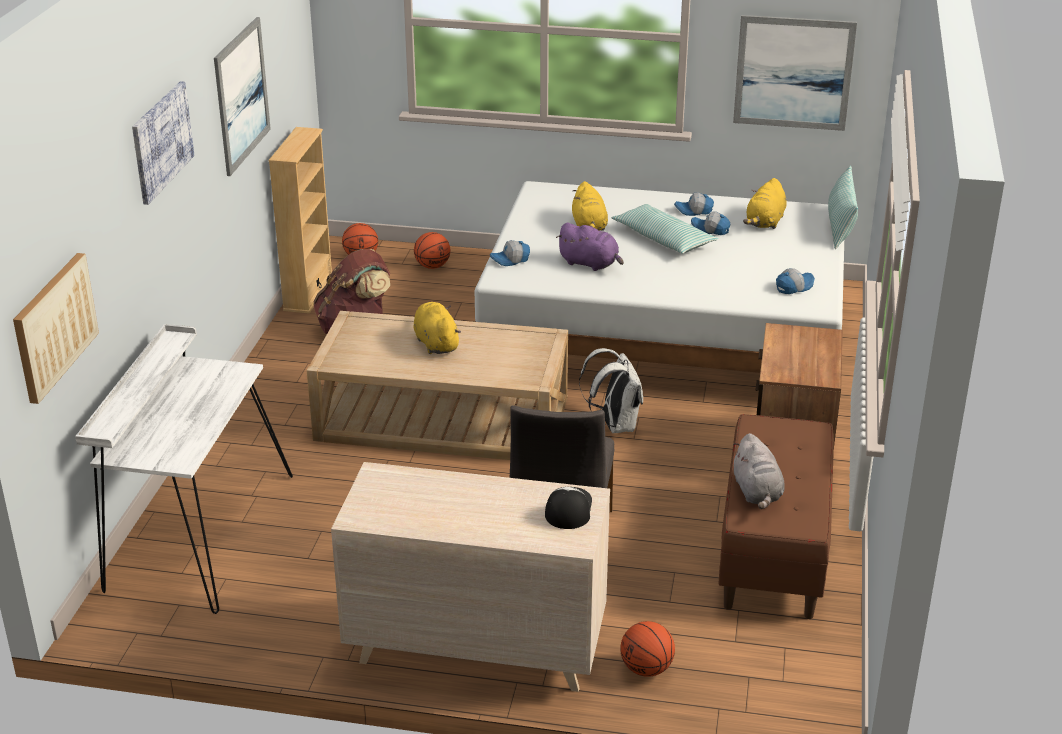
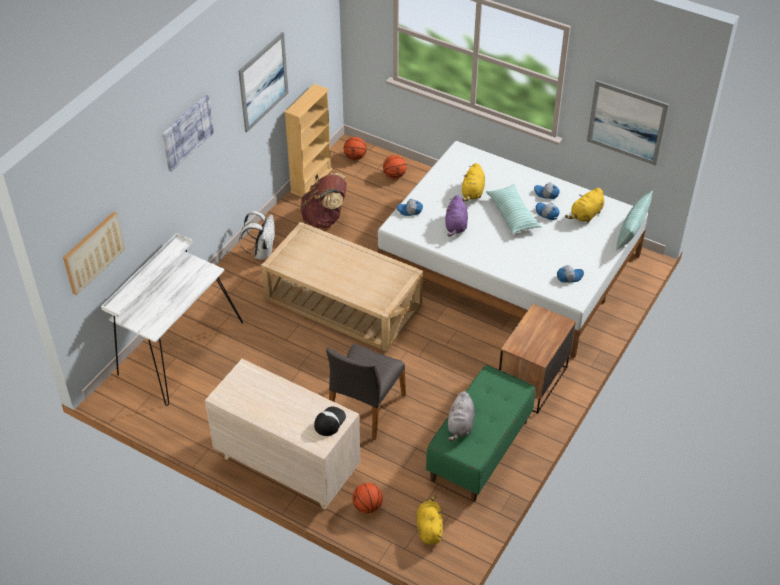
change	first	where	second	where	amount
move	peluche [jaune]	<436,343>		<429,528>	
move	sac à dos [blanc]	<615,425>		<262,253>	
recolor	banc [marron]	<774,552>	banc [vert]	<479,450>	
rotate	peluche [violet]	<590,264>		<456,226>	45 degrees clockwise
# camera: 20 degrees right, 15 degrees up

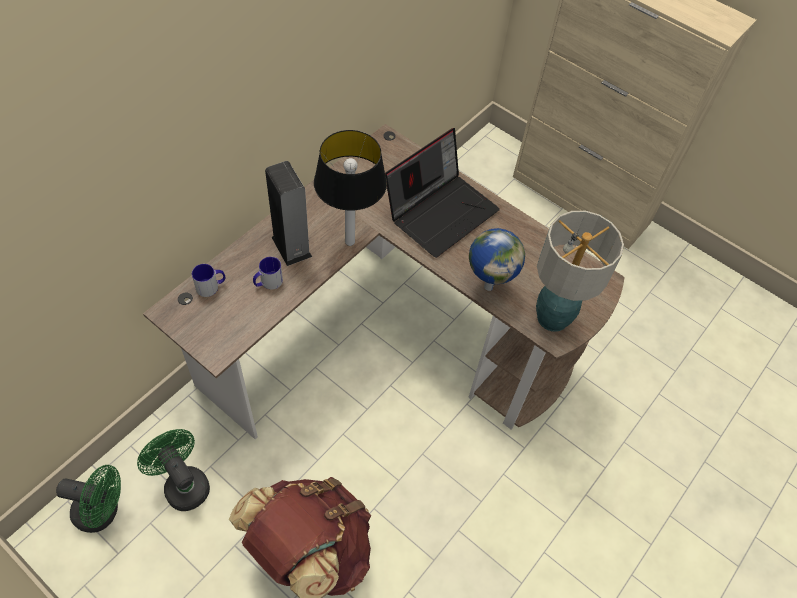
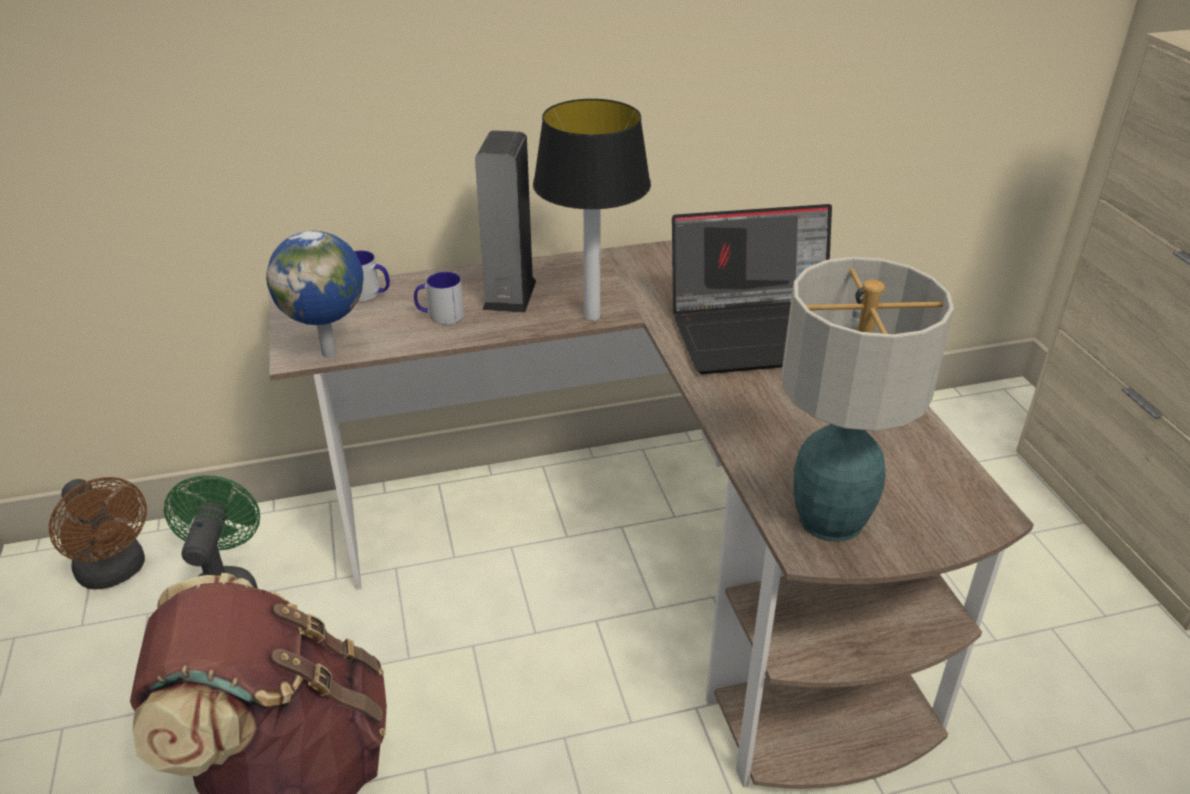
change	first	where	second	where	amount
move	globe	<488,286>		<331,352>	
recolor	ventilateur [vert]	<103,512>	ventilateur [marron]	<116,572>	
# camera: 40 degrees right, 20 degrees down

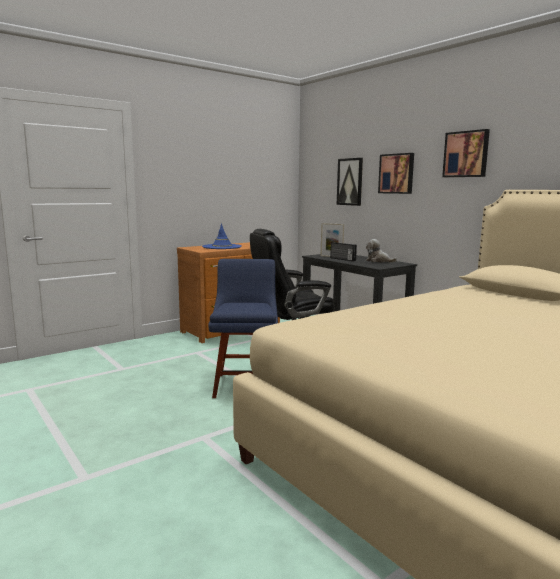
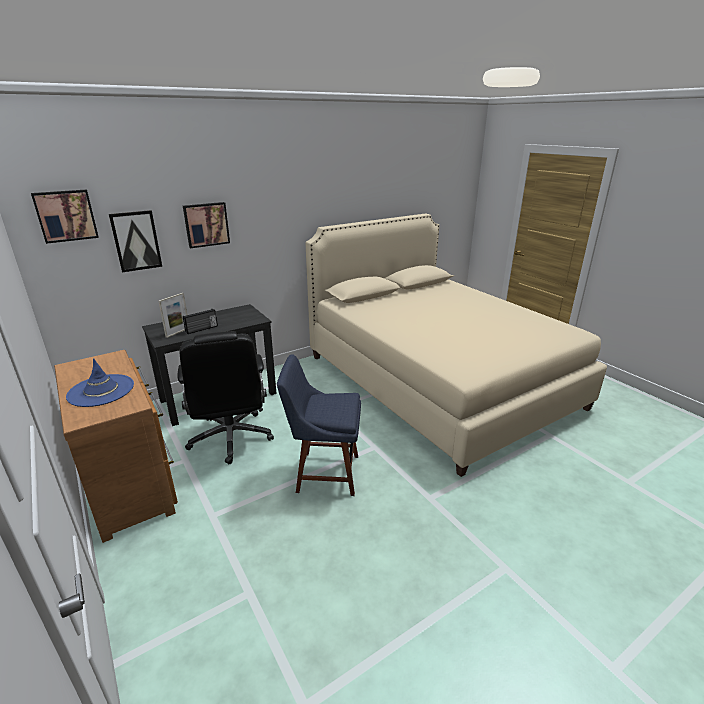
change	first	where	second	where	amount
delete	peluche	<378,261>			
move	tableau	<466,154>		<66,215>	
# camera: 85 degrees left, 15 degrees up

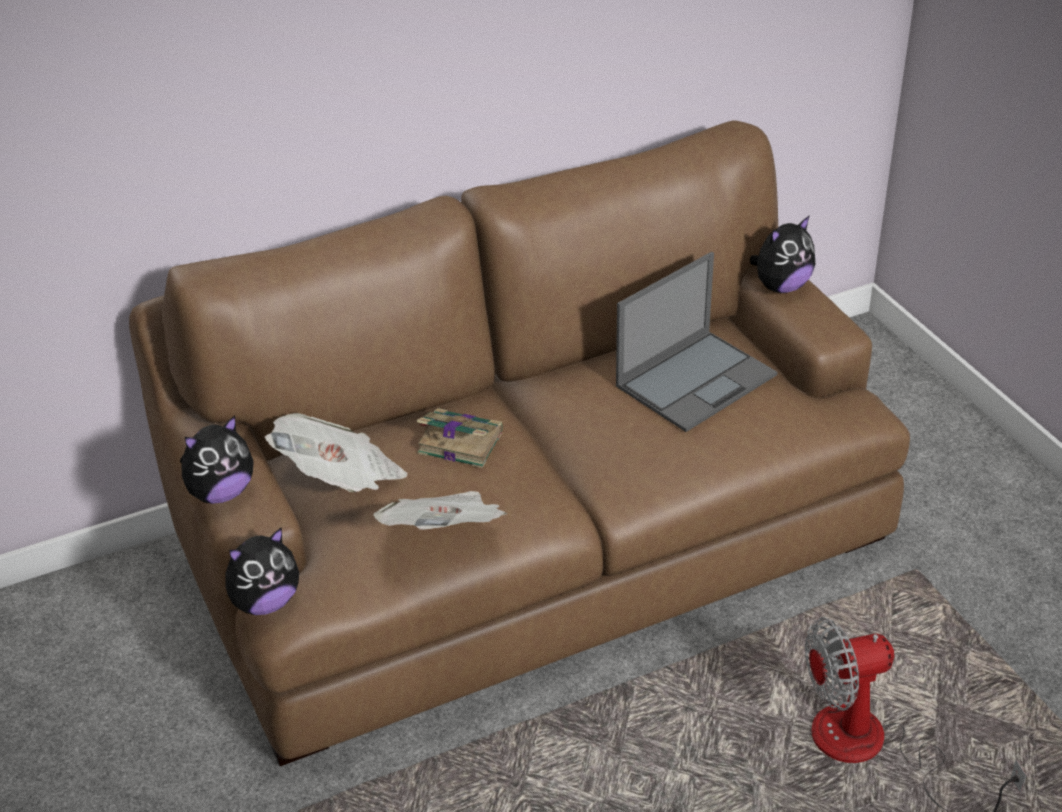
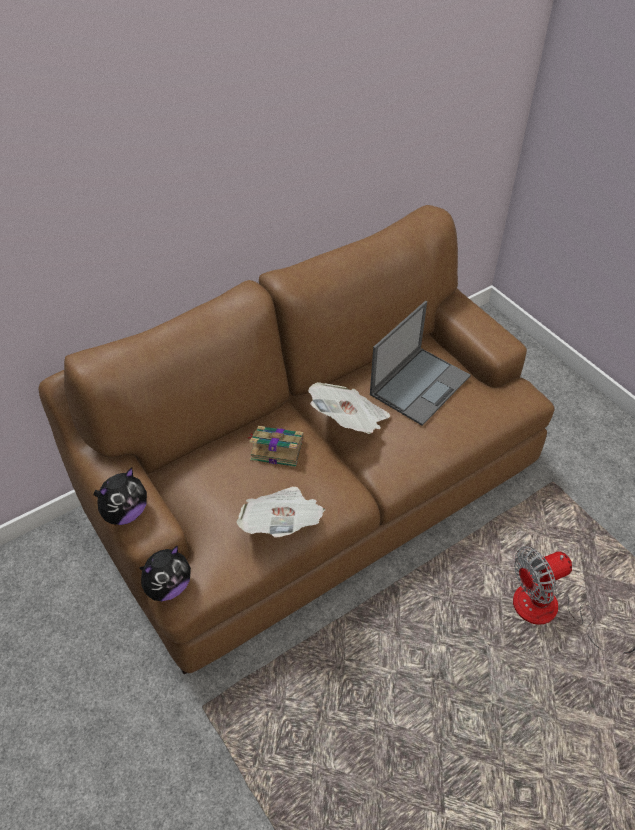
change	first	where	second	where	amount
delete	peluche	<780,286>			
move	journal	<341,479>		<349,421>	
# camera: 10 degrees left, 10 degrees up

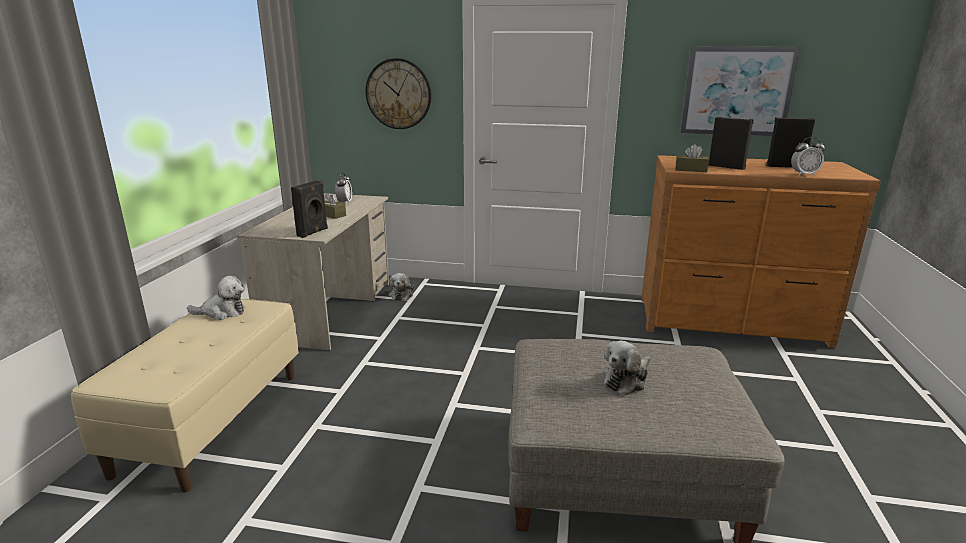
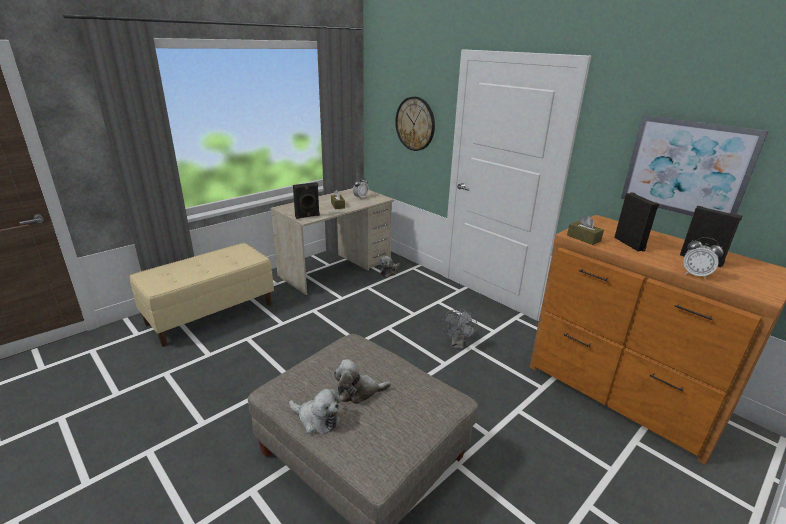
change	first	where	second	where	amount
insert			ventilateur [gris]	<457,345>	
move	peluche	<222,312>		<317,419>	
# camera: 35 degrees right, 5 degrees up

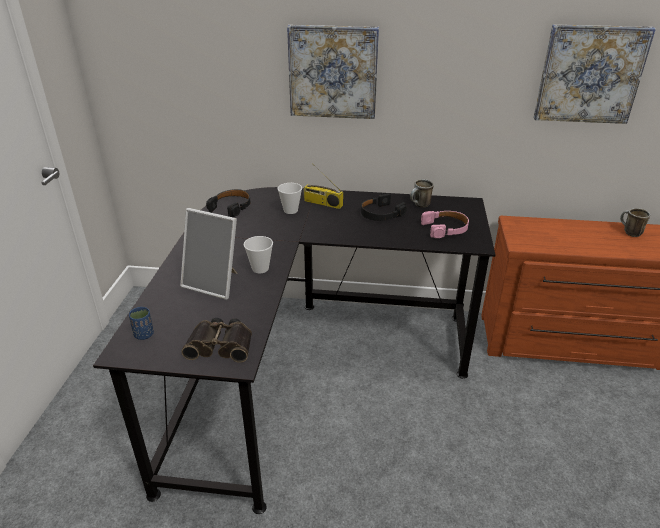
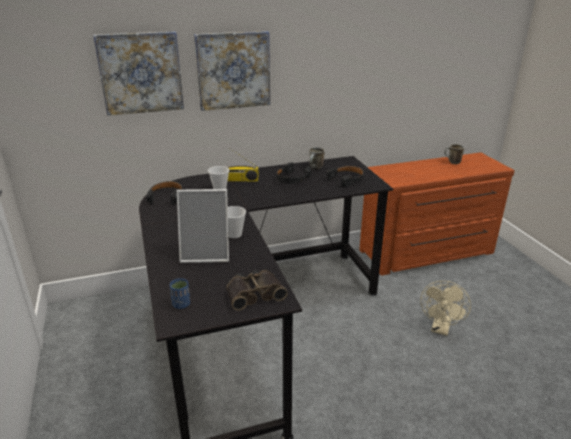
change	first	where	second	where	amount
insert			ventilateur [beige]	<440,329>	
move	tableau	<589,74>		<140,73>	
recolor	casque audio [rose]	<445,228>	casque audio [noir]	<346,179>	
# camera: 25 degrees left, 5 degrees down

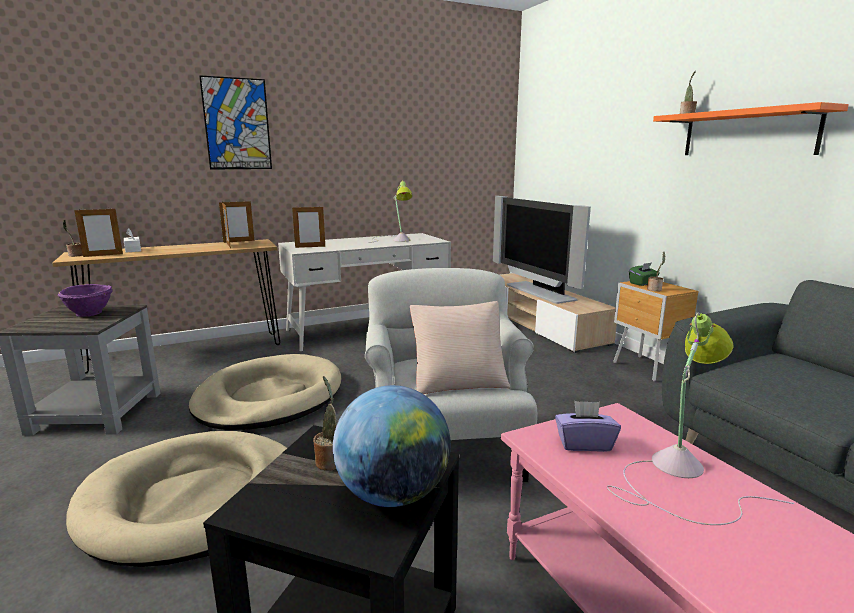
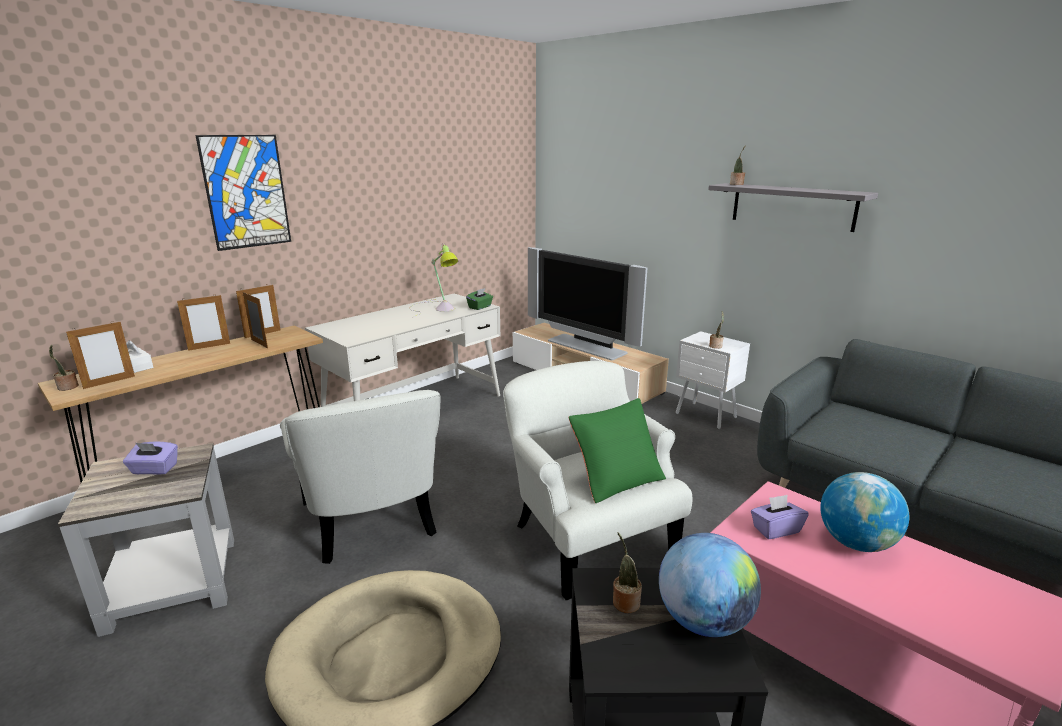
change	first	where	second	where	amount
move	cadre photo	<310,247>		<209,346>	
move	boîte à mouchoirs [vert]	<643,283>		<480,307>	
replace	bol [violet]	<90,313>	boîte à mouchoirs [violet]	<154,469>	
replace	panier pour chien [beige]	<269,397>	fauteuil [blanc]	<372,519>	
replace	lampe de table	<679,475>	globe	<856,543>	
recolor	coussin [beige]	<458,380>	coussin [vert]	<616,479>	
recolor	table de chevet [marron]	<646,369>	table de chevet [blanc]	<706,416>	
recolor	étagère [orange]	<748,133>	étagère [gris]	<792,206>	
# camera: 20 degrees left, 5 degrees up

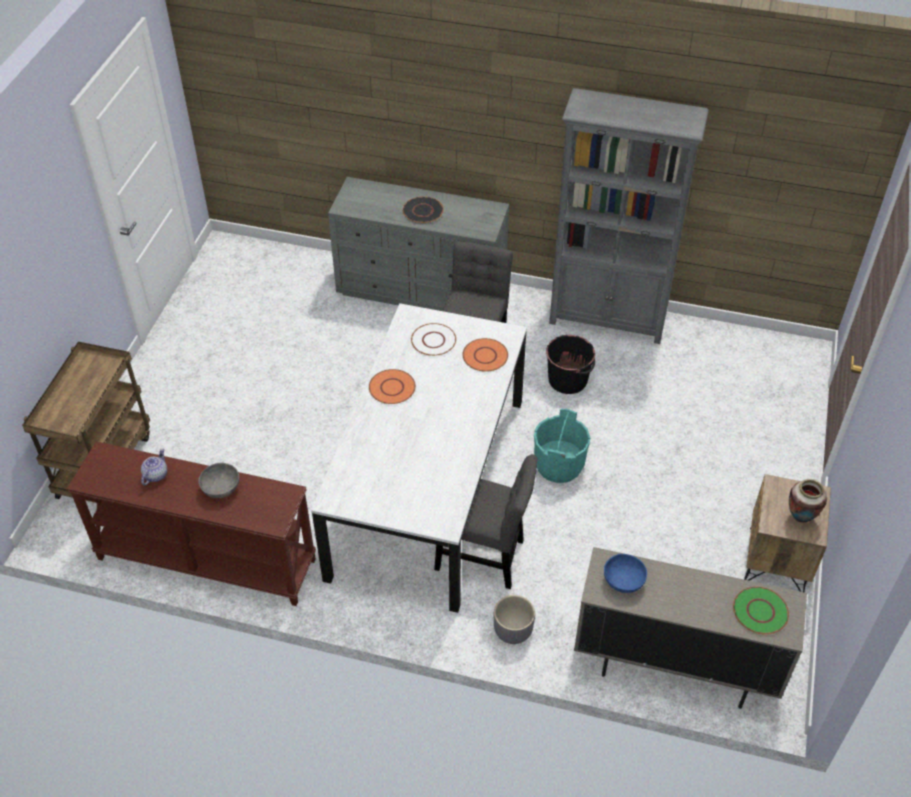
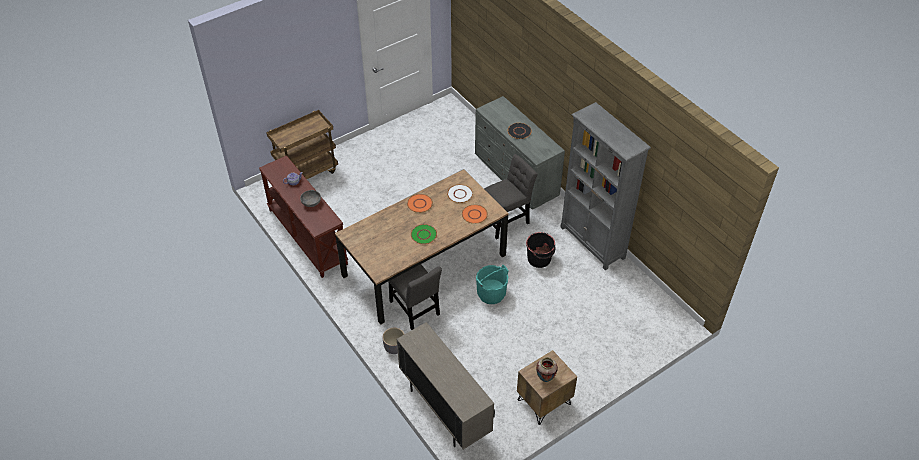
change	first	where	second	where	amount
delete	bol [bleu]	<623,581>			
move	assiette [vert]	<759,611>		<423,234>	
recolor	table à manger [blanc]	<428,485>	table à manger [marron]	<424,265>	
# camera: 40 degrees right, 0 degrees up

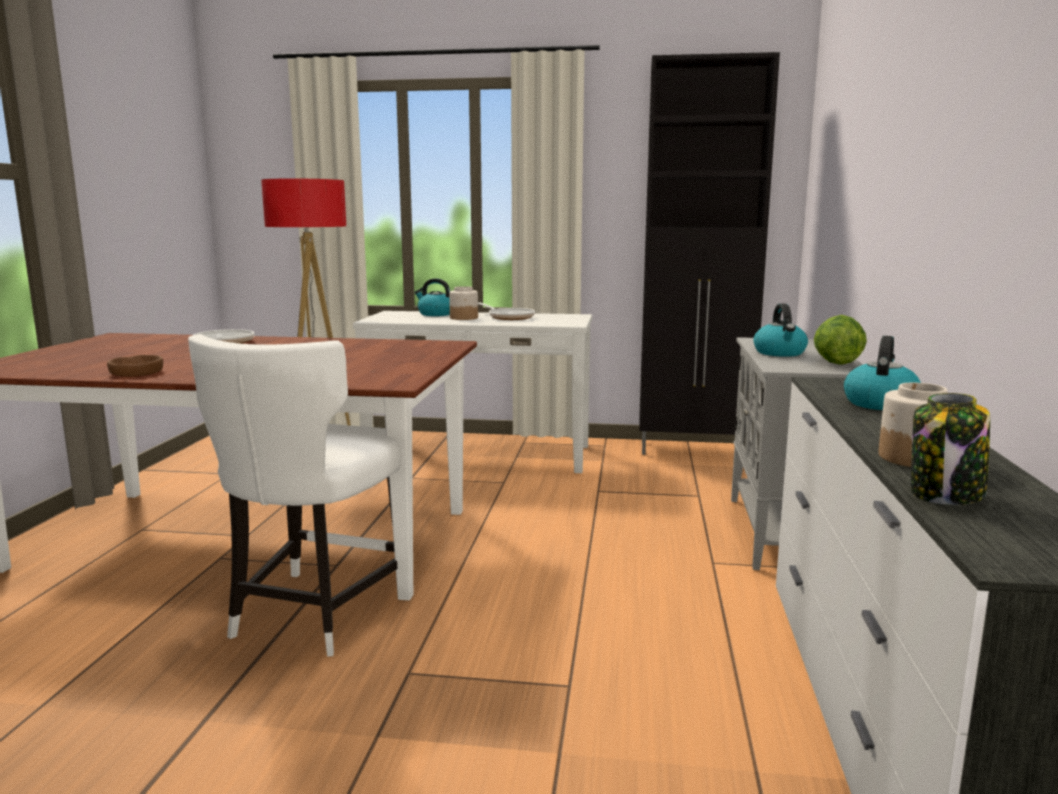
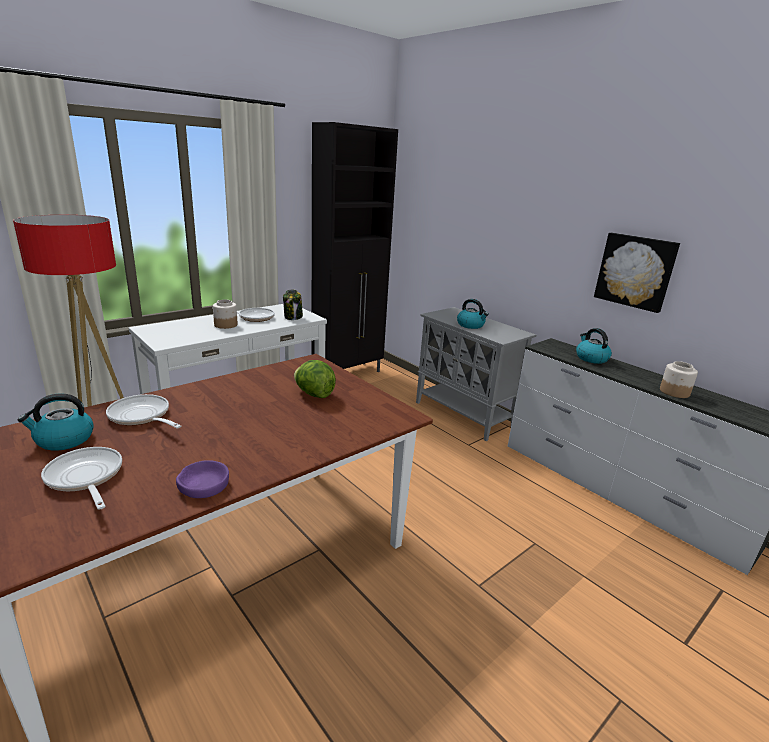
change	first	where	second	where	amount
delete	chaise [blanc]	<315,614>			
insert			poêle	<85,478>	
insert			tableau	<635,271>	
move	bouilloire	<435,314>		<63,440>	
move	laitue	<835,363>		<314,394>	
move	bocal	<946,494>		<293,317>	
recolor	bol [marron]	<136,372>	bol [violet]	<203,485>	
# camera: 50 degrees left, 10 degrees up

